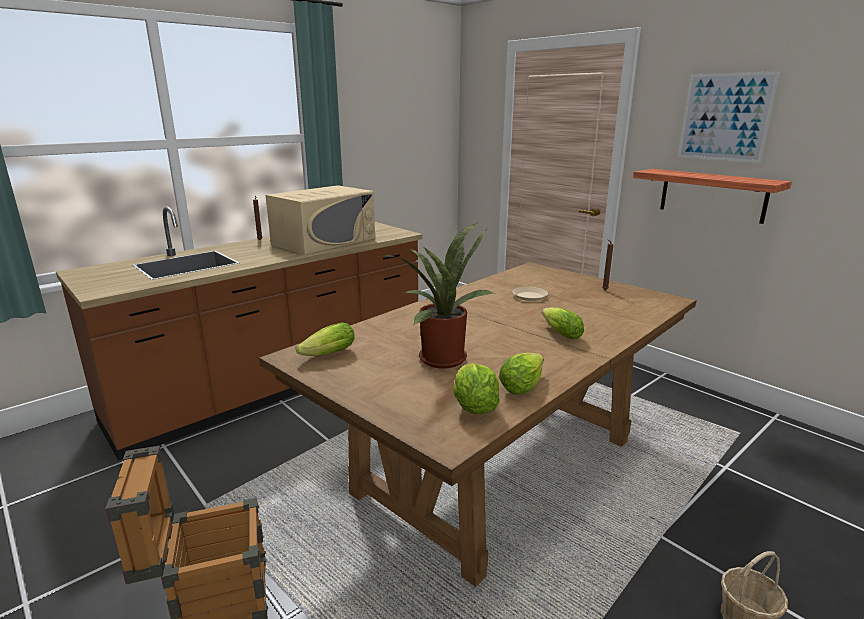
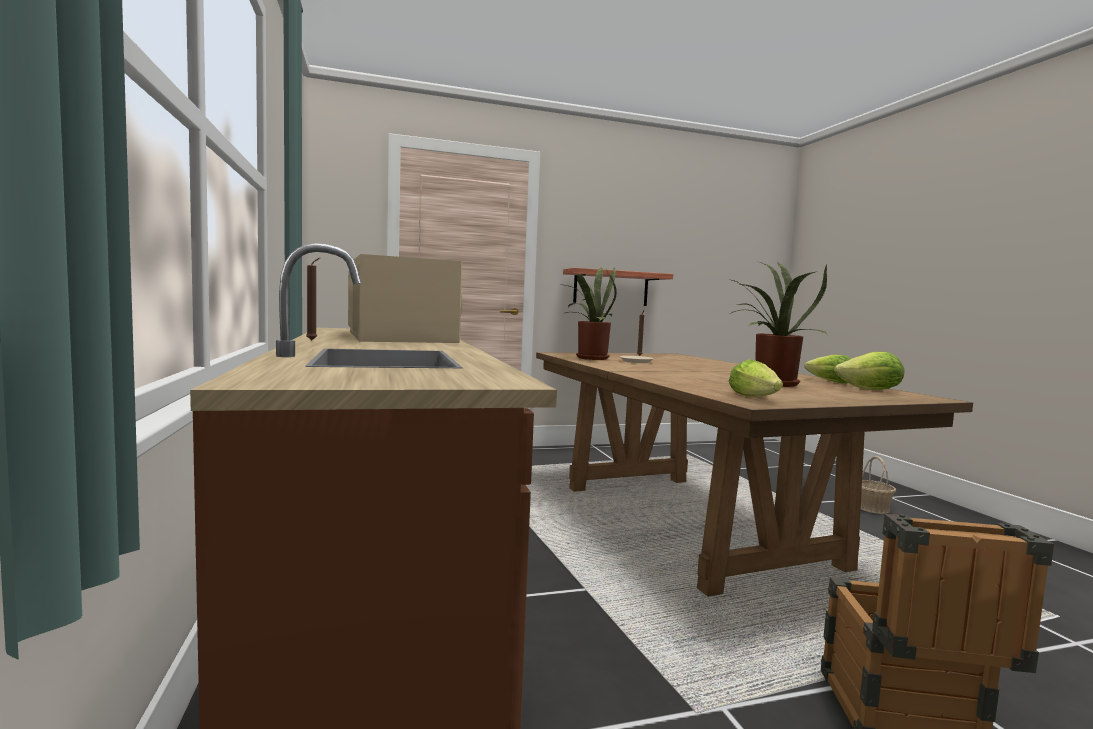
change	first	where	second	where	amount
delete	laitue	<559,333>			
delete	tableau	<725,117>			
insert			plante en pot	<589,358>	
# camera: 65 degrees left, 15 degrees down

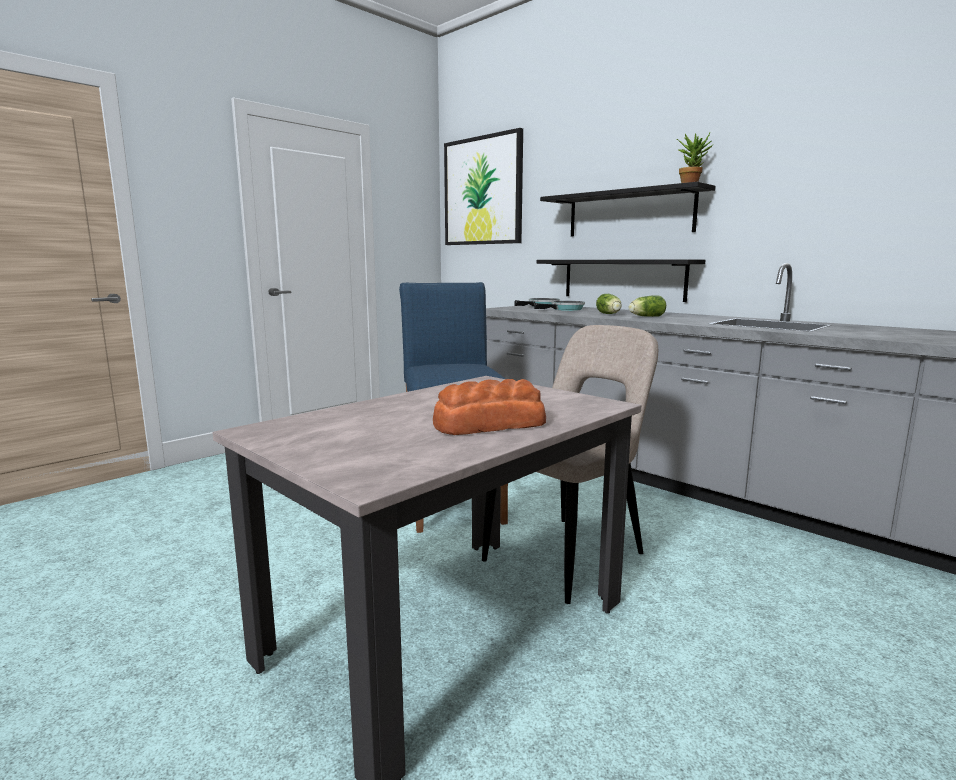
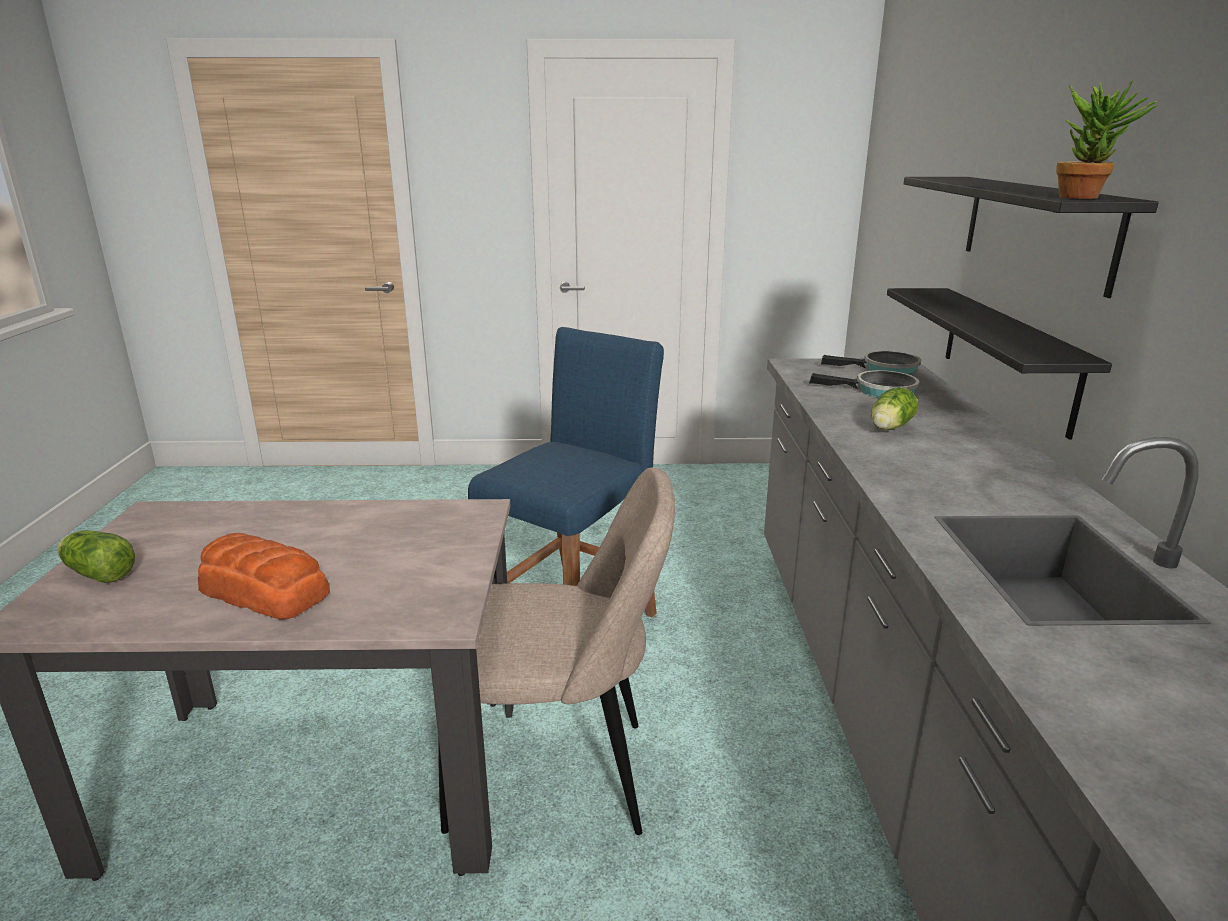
change	first	where	second	where	amount
delete	tableau	<483,191>			
move	laitue	<645,316>		<97,573>	
# camera: 45 degrees right, 10 degrees up

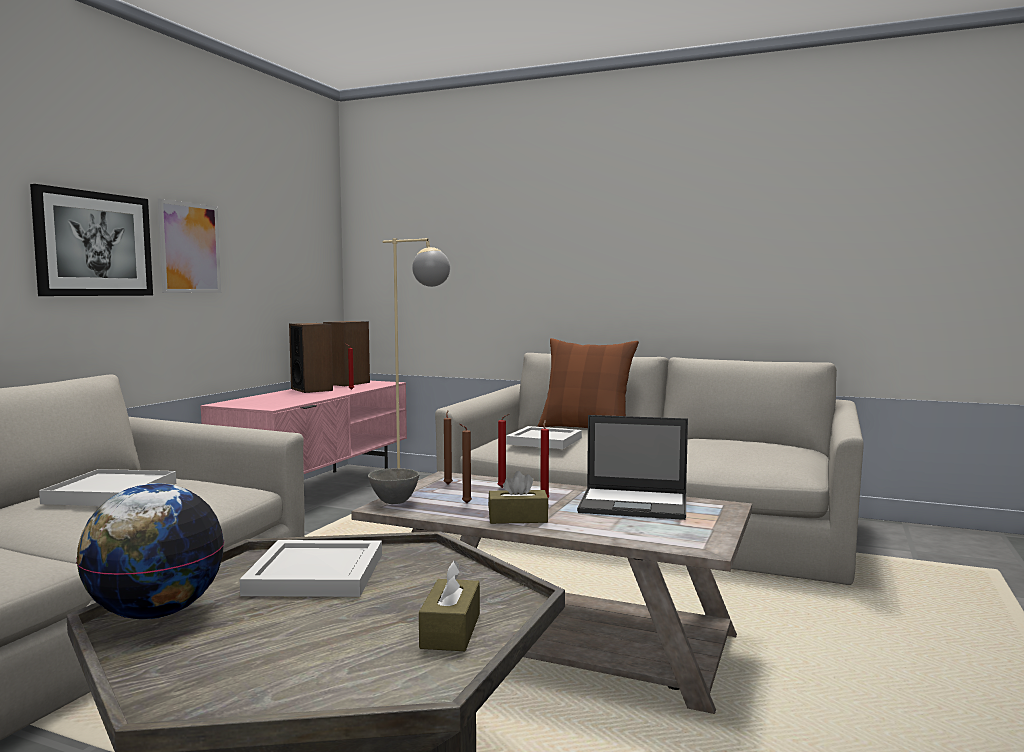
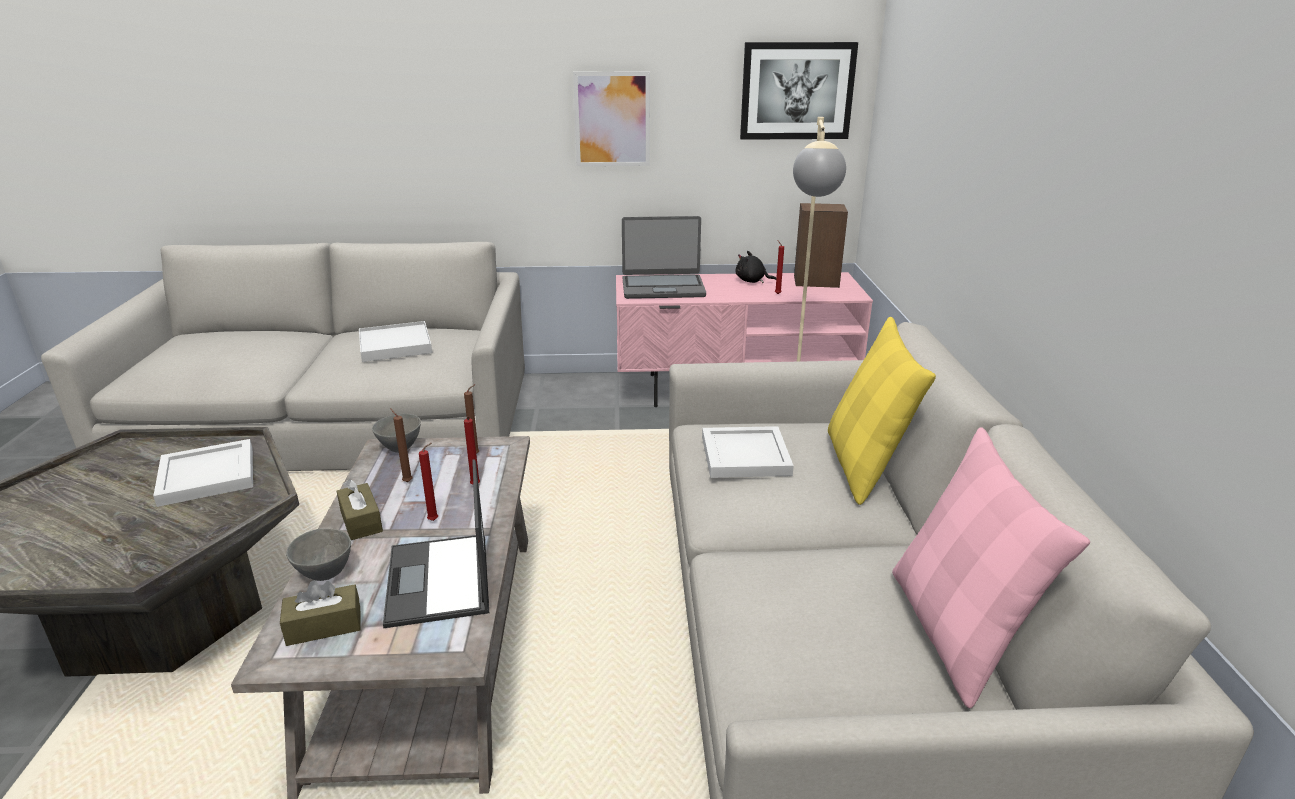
change	first	where	second	where	amount
delete	globe	<155,613>			
insert			bol [gris]	<324,574>	
insert			ordinateur portable	<663,288>	
insert			coussin [rose]	<955,632>	
move	tableau	<94,244>		<797,91>	
move	boîte à mouchoirs [marron]	<450,630>		<324,626>	
replace	enceinte	<312,389>	peluche [noir]	<752,281>	
recolor	coussin [marron]	<586,428>	coussin [jaune]	<864,466>	
# camera: 65 degrees right, 20 degrees up

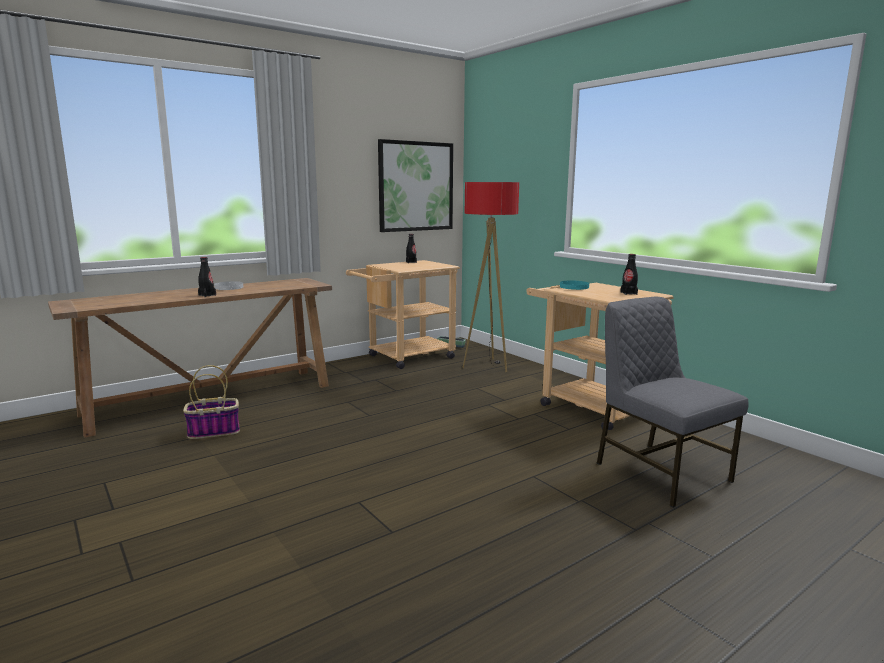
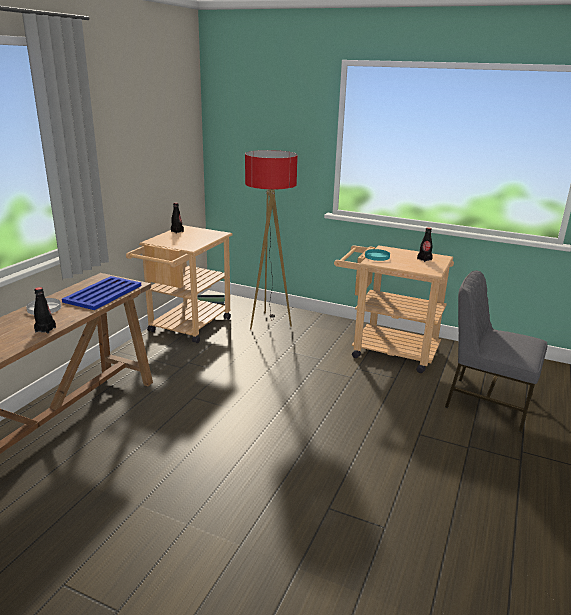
change	first	where	second	where	amount
delete	panier	<215,431>			
delete	tableau	<416,186>			
insert			plateau [bleu]	<104,293>	
# camera: 30 degrees left, 10 degrees up

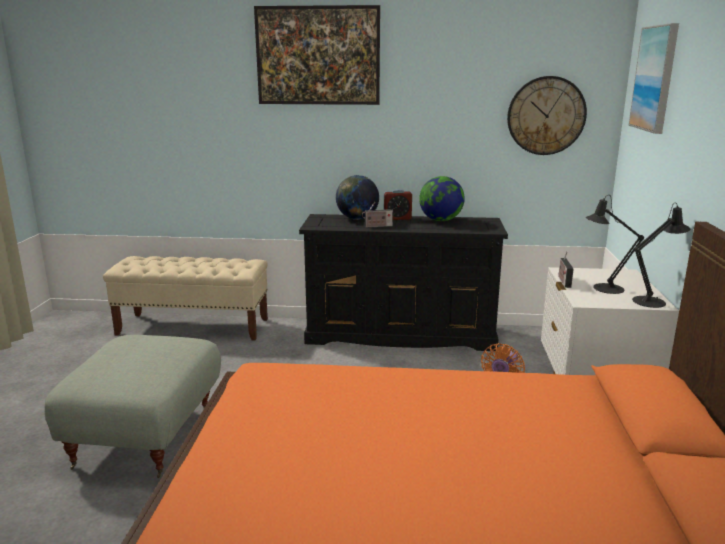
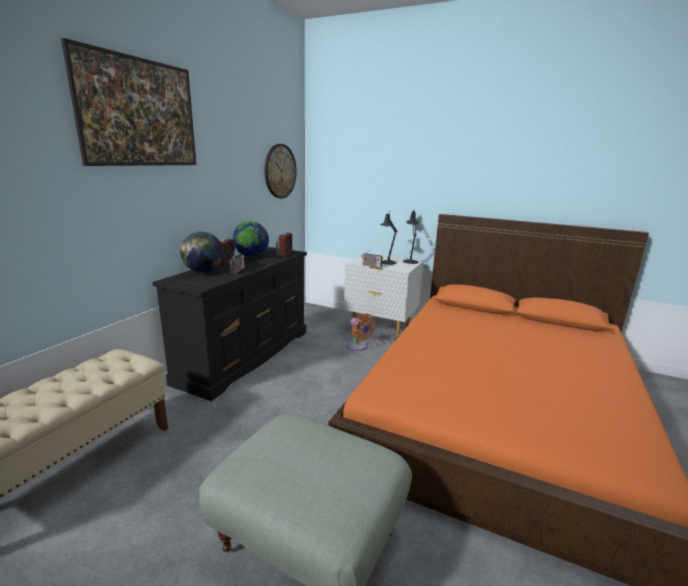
change	first	where	second	where	amount
delete	tableau	<655,78>			
insert			réveil	<284,254>	
# camera: 70 degrees left, 0 degrees up

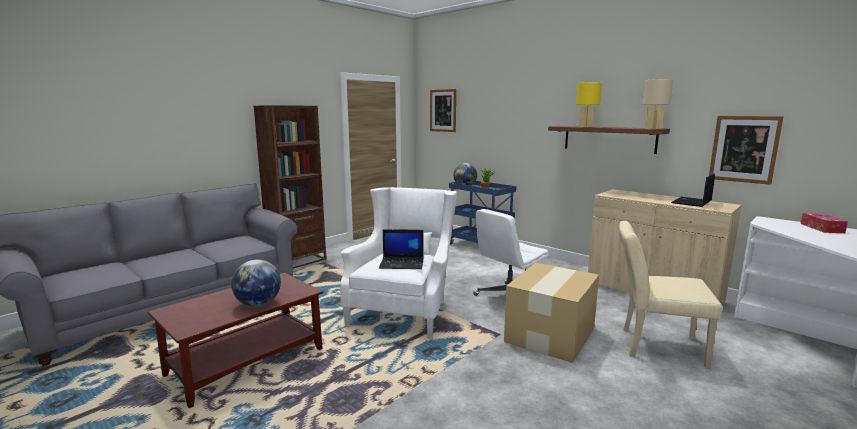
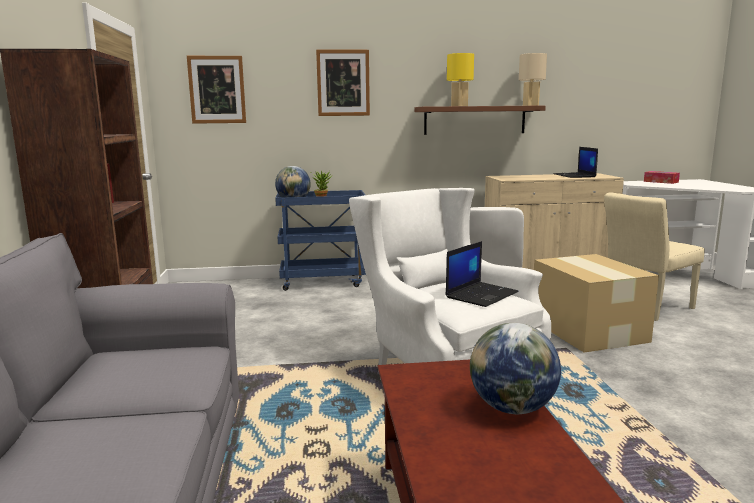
change	first	where	second	where	amount
move	tableau	<744,149>		<343,83>	
# camera: 50 degrees left, 0 degrees up

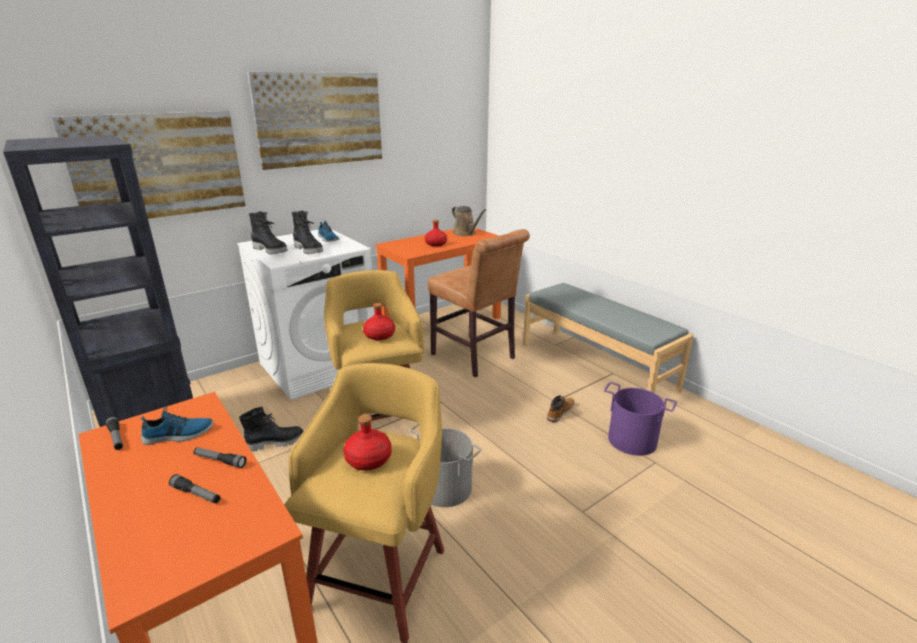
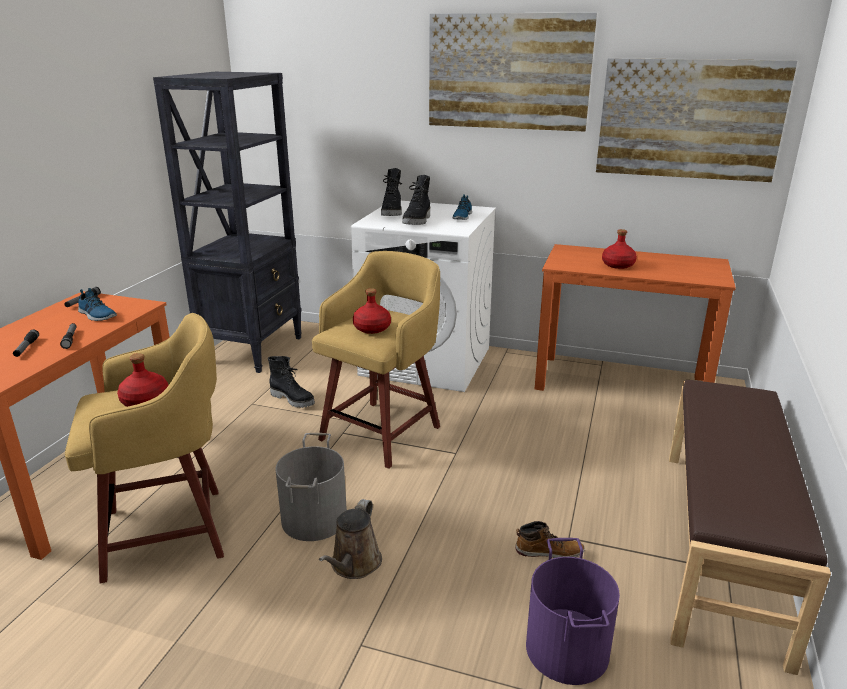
change	first	where	second	where	amount
delete	chaise [marron]	<476,358>			
move	tableau	<159,166>		<689,119>	
move	arrosoir [marron]	<465,233>		<354,565>	
recolor	banc [gris]	<596,365>	banc [marron]	<722,545>	
# camera: 55 degrees right, 0 degrees up

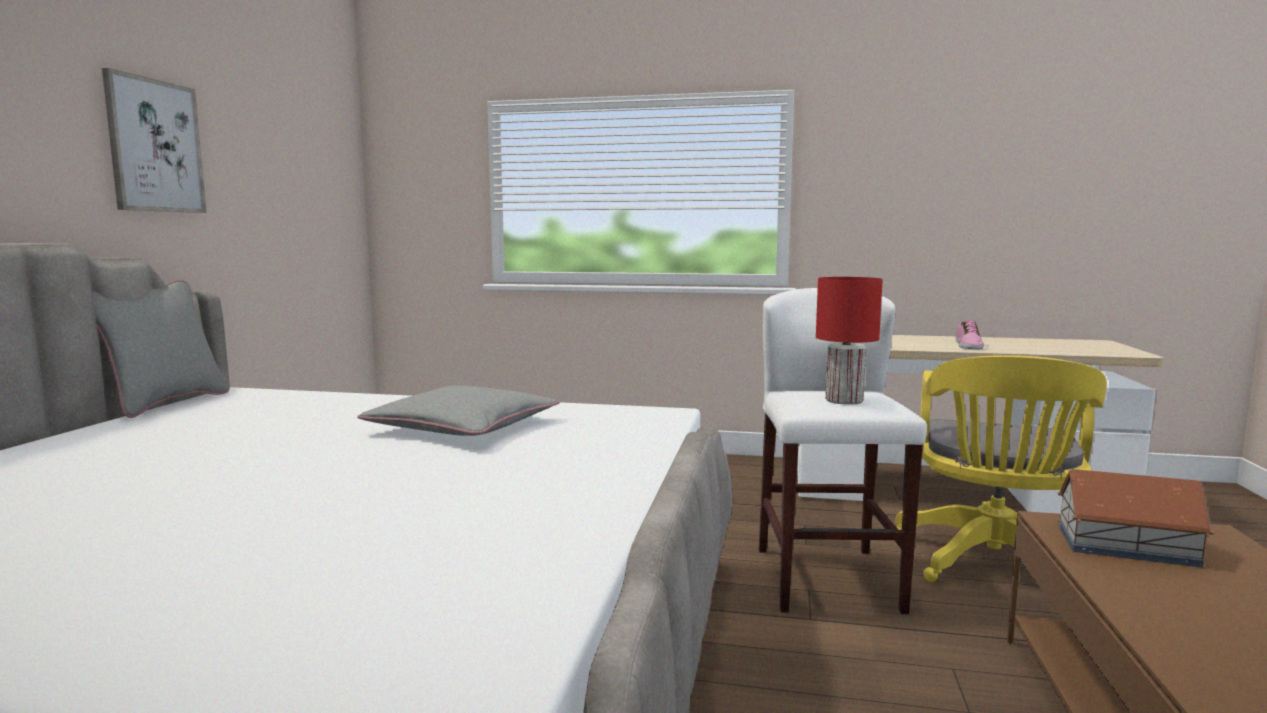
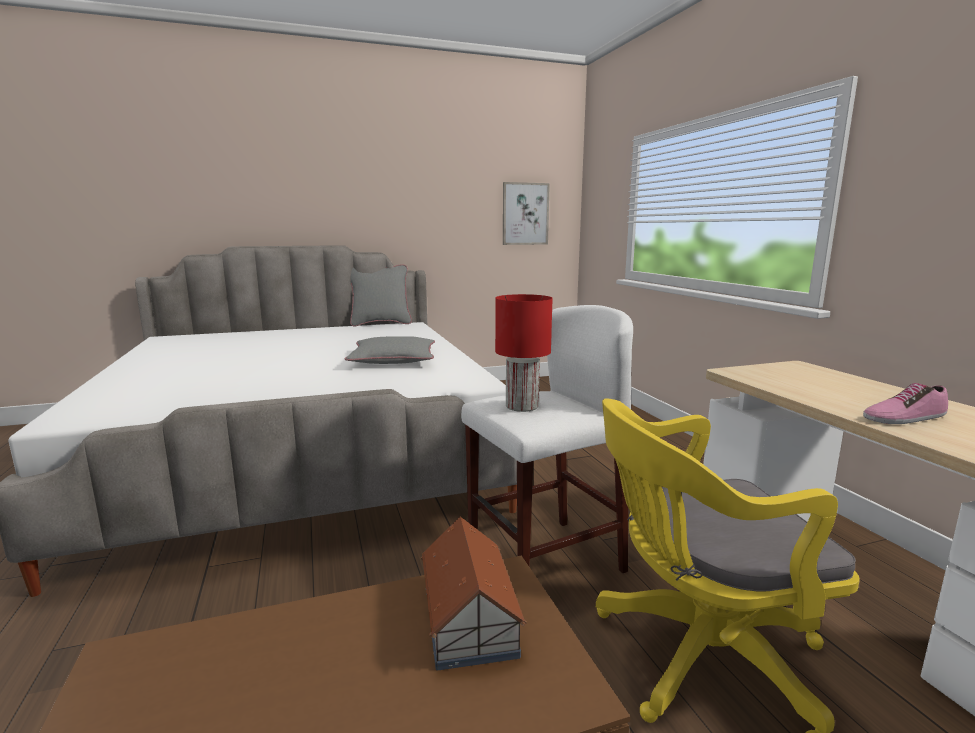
change	first	where	second	where	amount
move	tableau	<155,146>		<525,214>	
# camera: 60 degrees right, 5 degrees up

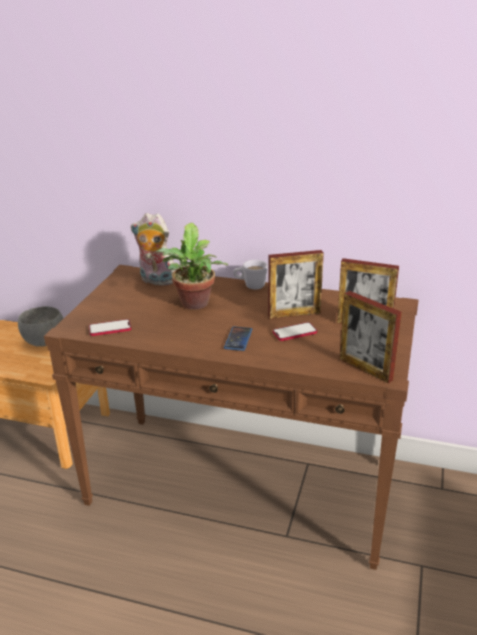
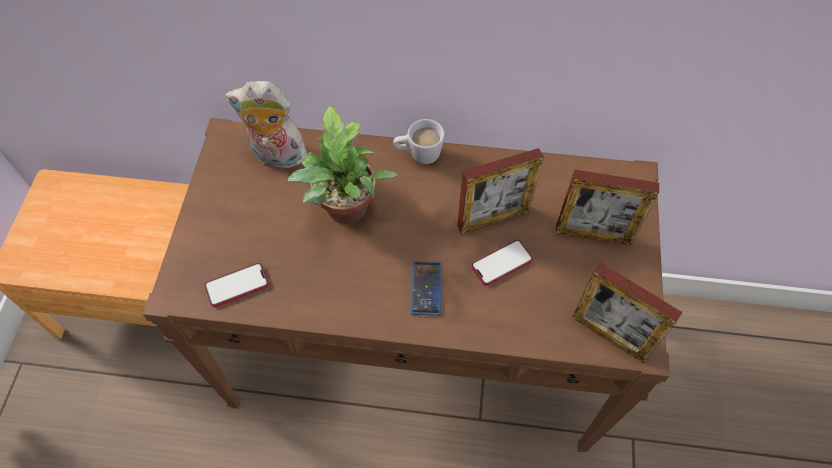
change	first	where	second	where	amount
delete	bol [gris]	<43,342>			
# camera: 10 degrees left, 30 degrees up

